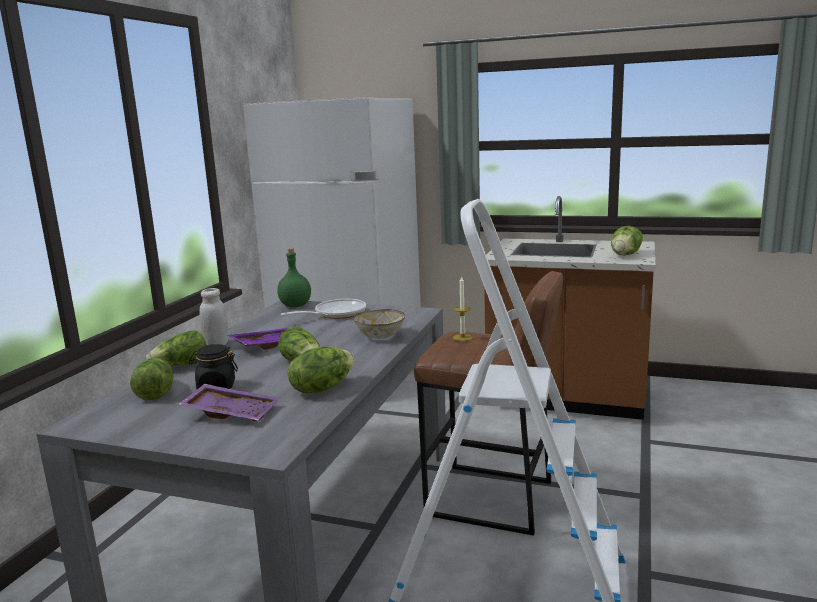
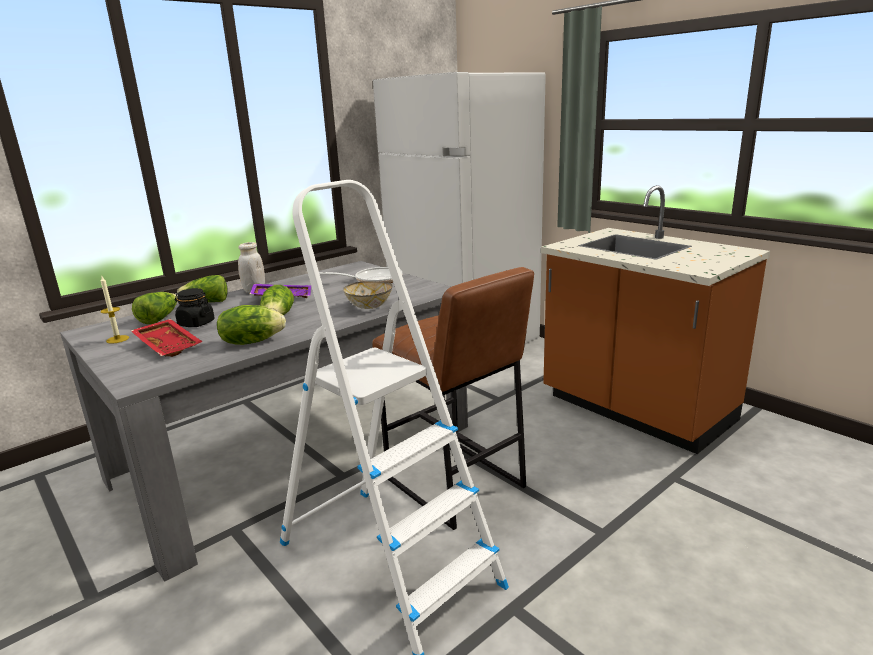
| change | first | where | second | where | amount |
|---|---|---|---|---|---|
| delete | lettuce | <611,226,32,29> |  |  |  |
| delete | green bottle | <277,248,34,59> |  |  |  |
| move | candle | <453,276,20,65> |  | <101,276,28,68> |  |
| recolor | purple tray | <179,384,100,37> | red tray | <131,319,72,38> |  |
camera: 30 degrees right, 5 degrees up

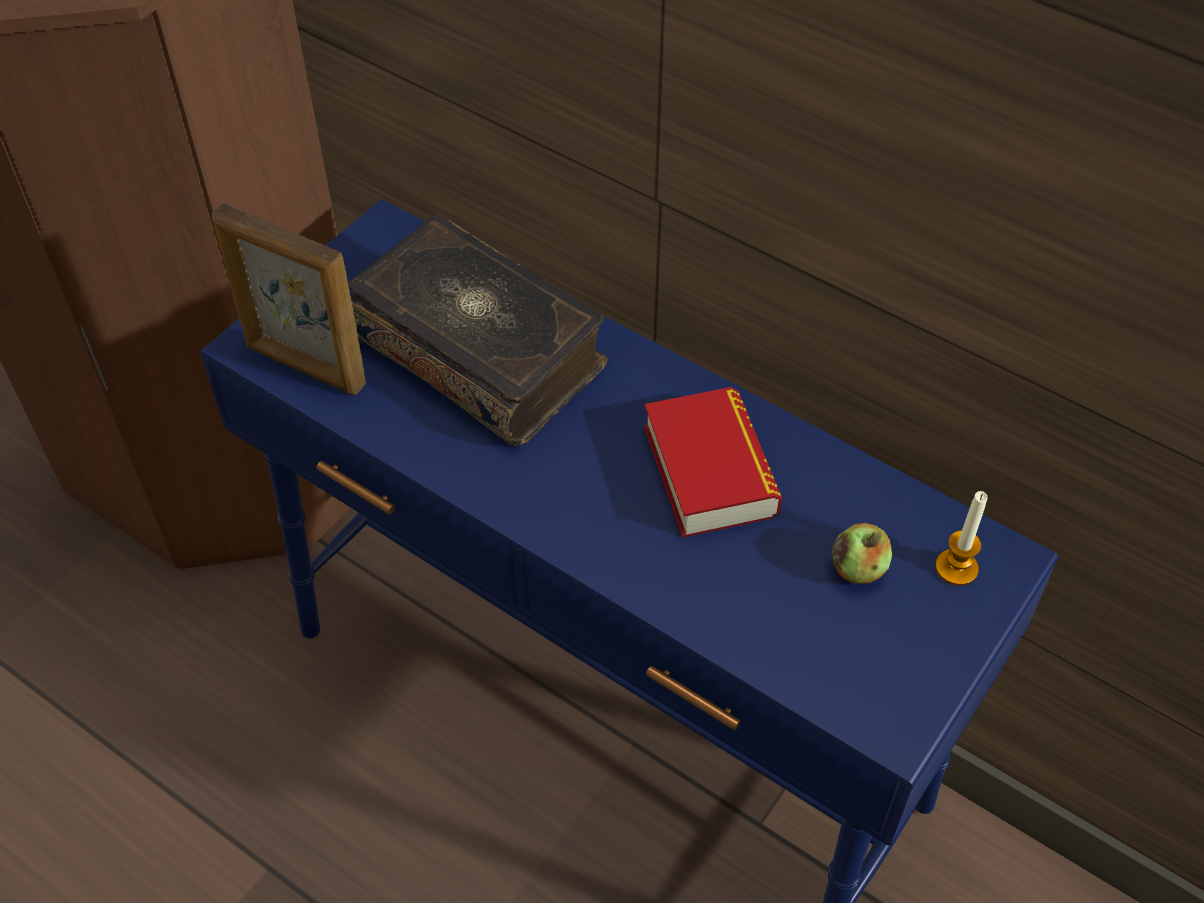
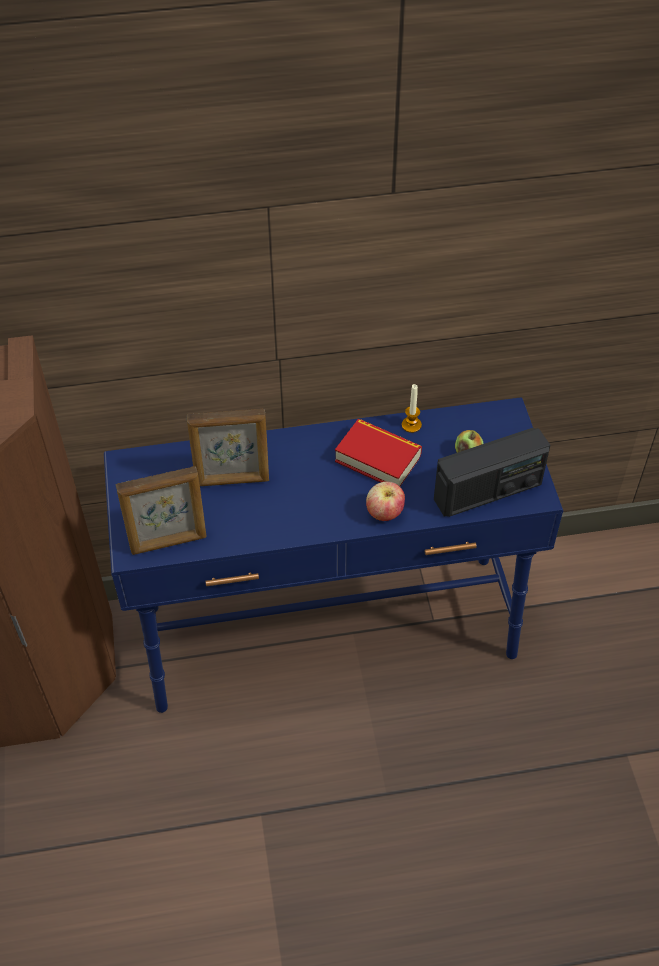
| change | first | where | second | where | amount |
|---|---|---|---|---|---|
| replace | book | <348,214,260,232> | picture frame | <187,409,82,77> |  |
| move | candle | <935,491,53,95> |  | <402,384,20,49> |  |
| insert |  |  | radio | <434,428,116,89> |  |
| insert |  |  | apple | <366,481,39,40> |  |
camera: 45 degrees left, 0 degrees up

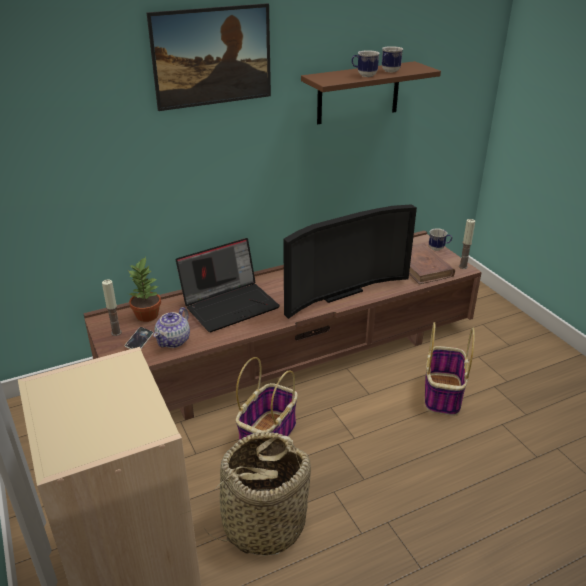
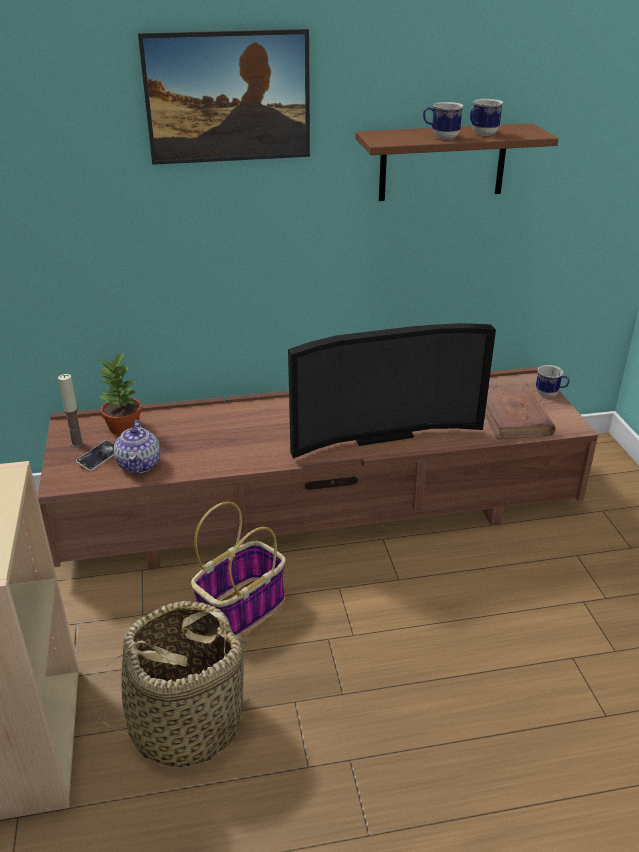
| change | first | where | second | where | amount |
|---|---|---|---|---|---|
| delete | candle | <459,219,16,50> |  |  |  |
| delete | laptop | <176,238,104,94> |  |  |  |
| rotate | teapot | <153,307,37,41> |  | <114,420,46,54> | 45 degrees counterclockwise |
| delete | basket | <425,322,50,94> |  |  |  |
camera: 15 degrees right, 0 degrees up

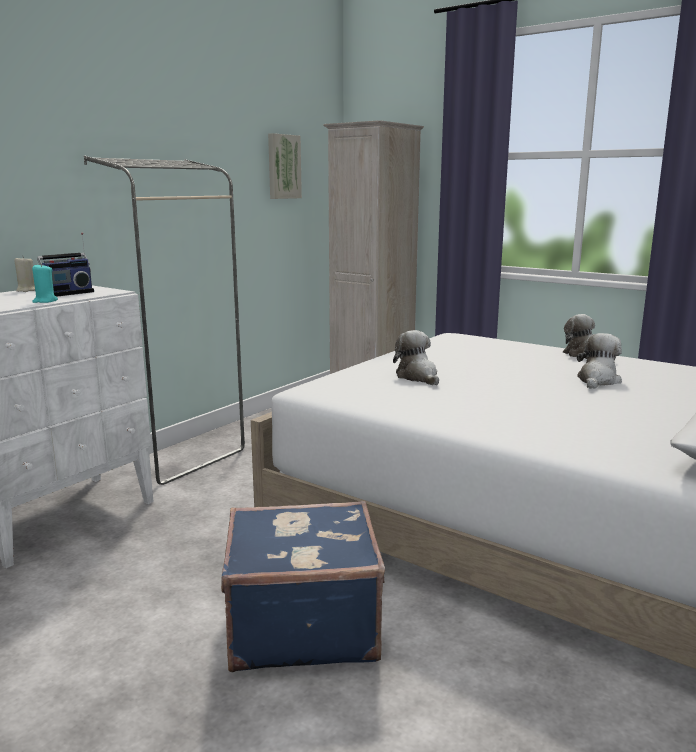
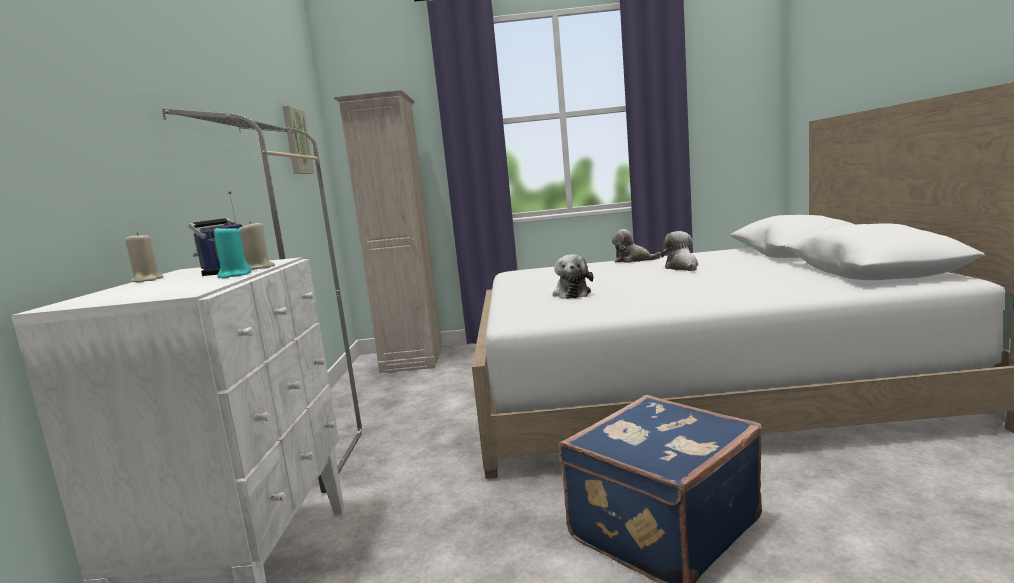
| change | first | where | second | where | amount |
|---|---|---|---|---|---|
| rotate | plush toy | <393,330,46,55> |  | <553,254,41,45> | 120 degrees counterclockwise |
| insert |  |  | beige candle | <239,221,36,49> |  |
camera: 35 degrees left, 5 degrees down

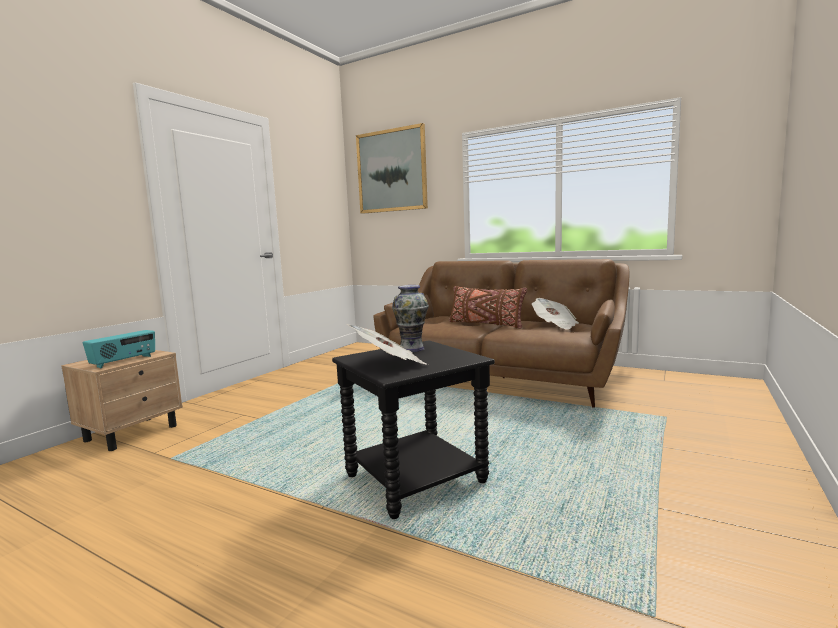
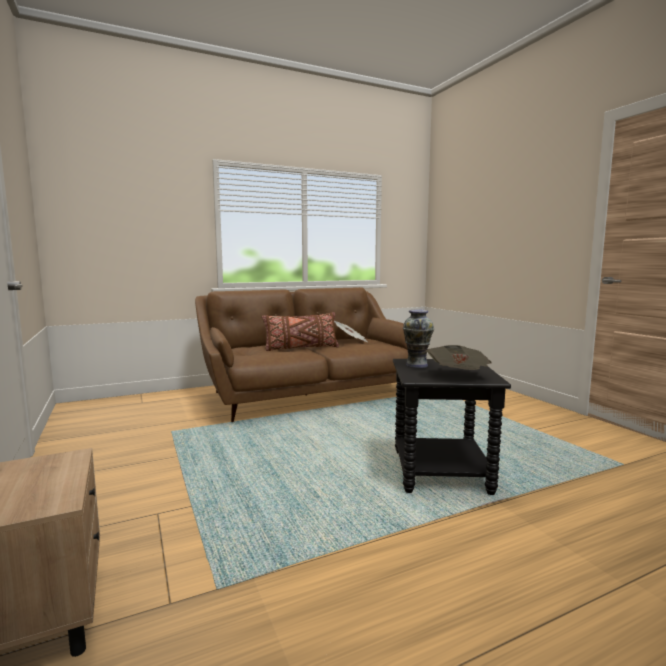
| change | first | where | second | where | amount |
|---|---|---|---|---|---|
| delete | picture | <356,123,72,91> |  |  |  |
| delete | radio | <83,330,72,38> |  |  |  |
camera: 55 degrees left, 0 degrees up

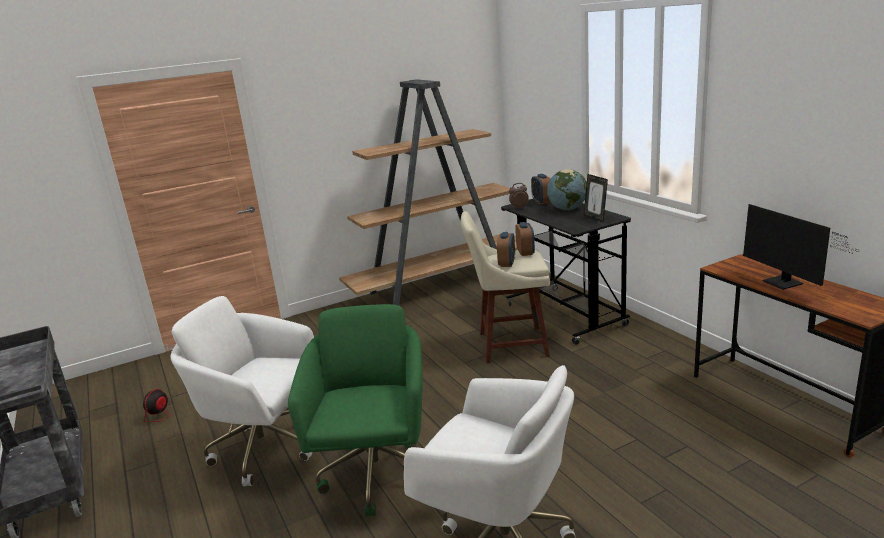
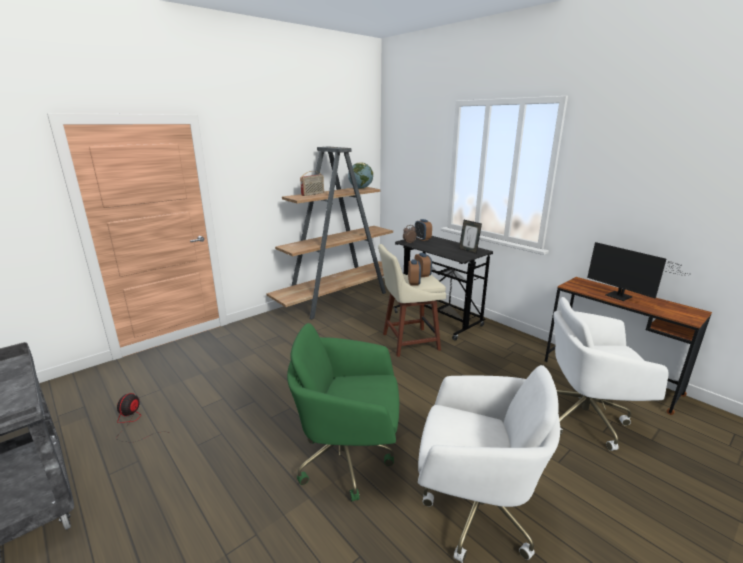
| change | first | where | second | where | amount |
|---|---|---|---|---|---|
| move | globe | <547,169,40,41> |  | <348,162,25,27> |  |
| move | white office chair | <171,296,143,190> |  | <553,297,115,154> |  |
| rotate | green office chair | <288,304,135,212> |  | <287,323,112,178> | 75 degrees counterclockwise |
| insert |  |  | radio | <300,171,24,25> |  |
camera: 15 degrees left, 0 degrees up

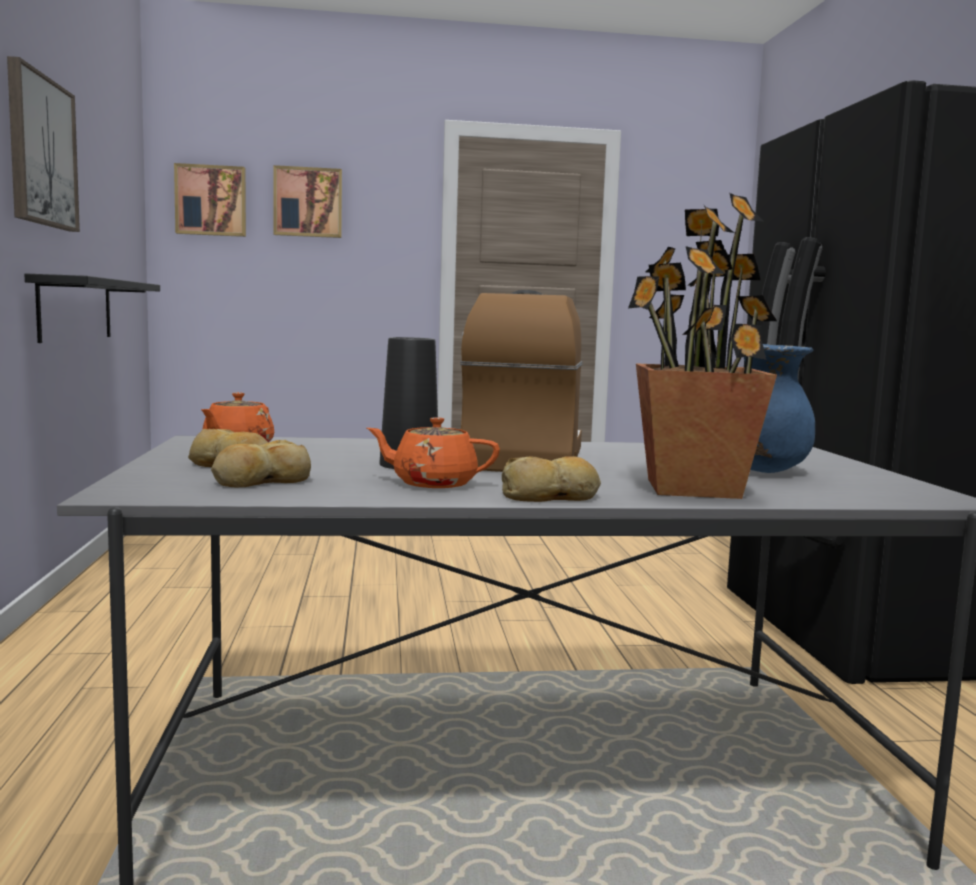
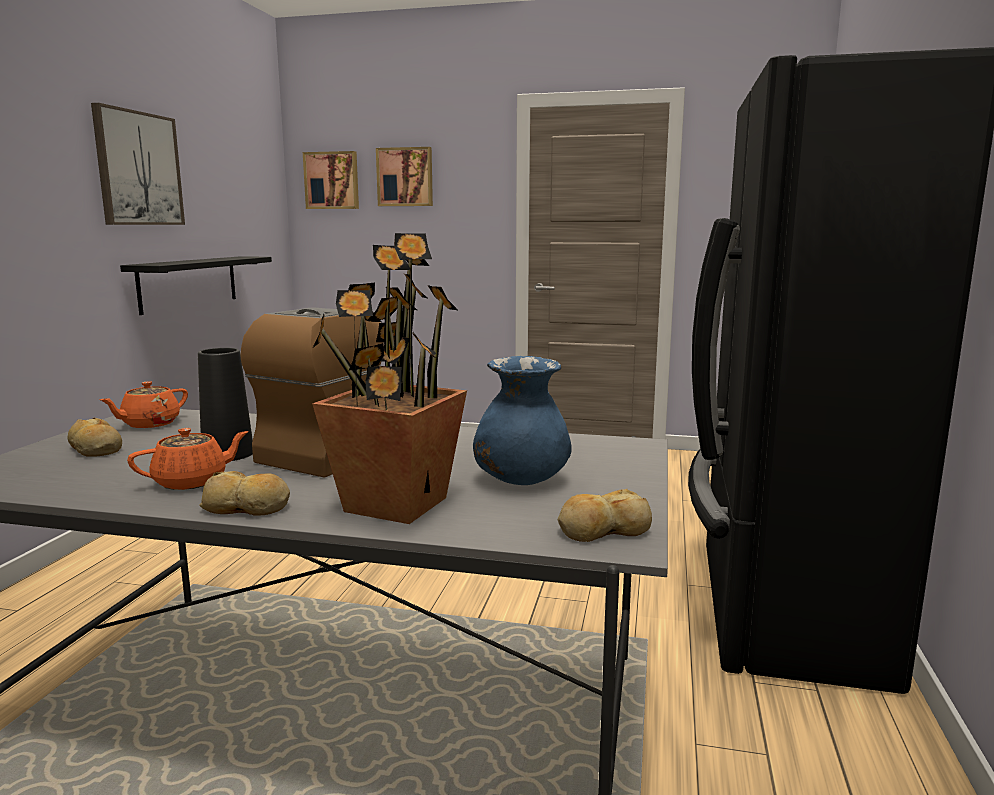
| change | first | where | second | where | amount |
|---|---|---|---|---|---|
| rotate | orange teapot | <366,417,134,71> |  | <127,428,122,62> | 120 degrees clockwise |
| move | bread | <211,440,100,48> |  | <558,489,94,53> |  |
camera: 20 degrees right, 5 degrees up

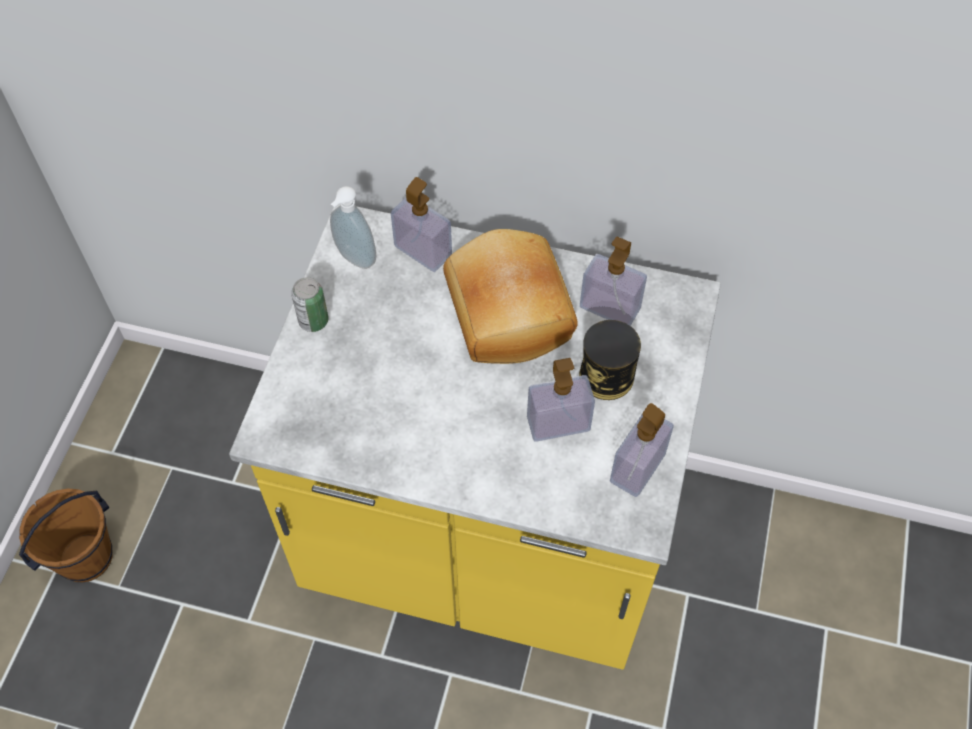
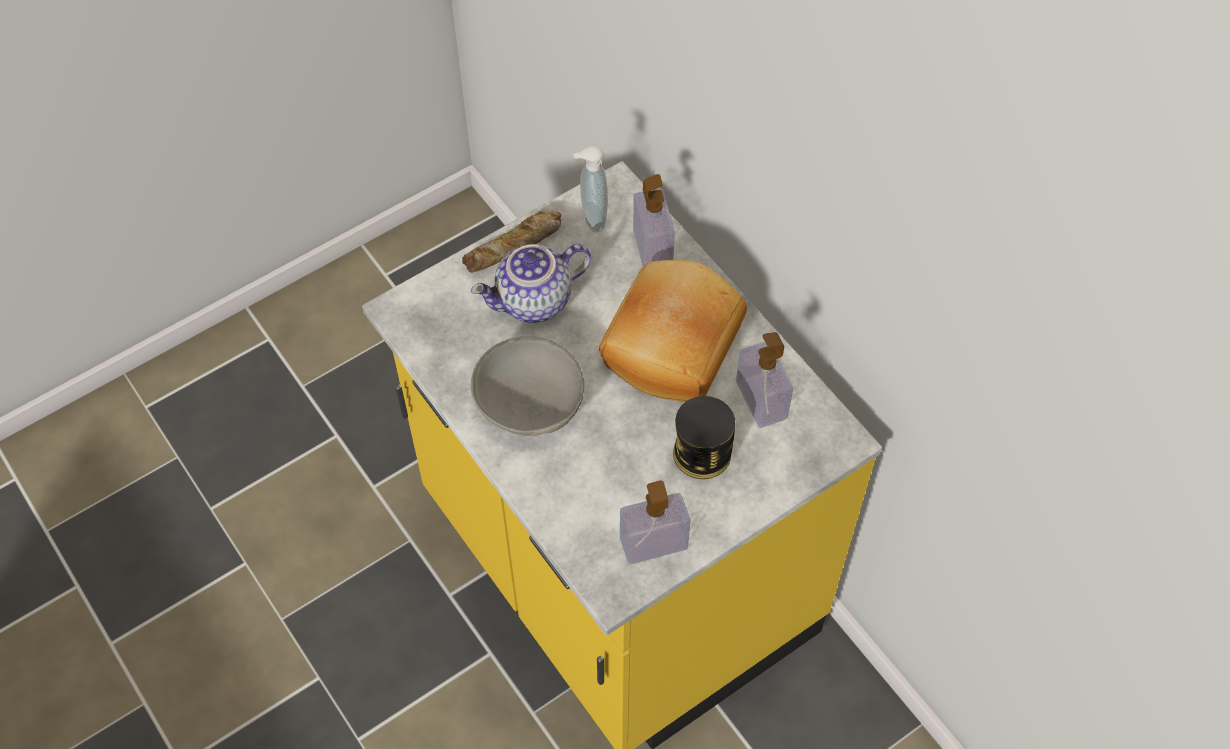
| change | first | where | second | where | amount |
|---|---|---|---|---|---|
| replace | can | <291,277,38,55> | bread | <462,210,99,62> |  |
| delete | soap dispenser | <527,358,68,83> |  |  |  |
| delete | brown bucket | <19,489,93,94> |  |  |  |
| insert |  |  | teapot | <471,244,120,78> |  |
| insert |  |  | grey bowl | <471,336,113,100> |  |
camera: 40 degrees right, 0 degrees up

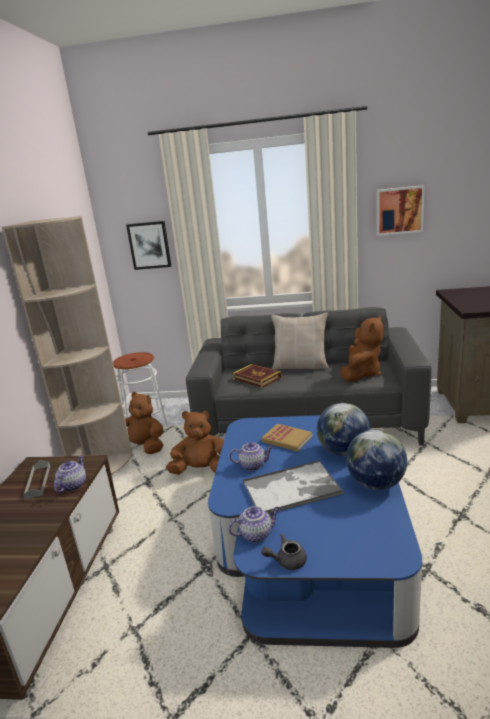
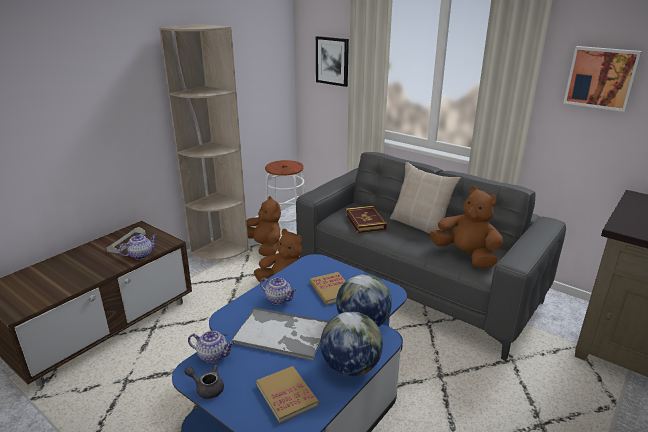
| change | first | where | second | where | amount |
|---|---|---|---|---|---|
| rotate | brown plush toy | <340,316,44,66> |  | <430,186,73,82> | 105 degrees counterclockwise |
| insert |  |  | book | <256,366,63,57> |  |
camera: 30 degrees right, 5 degrees up

